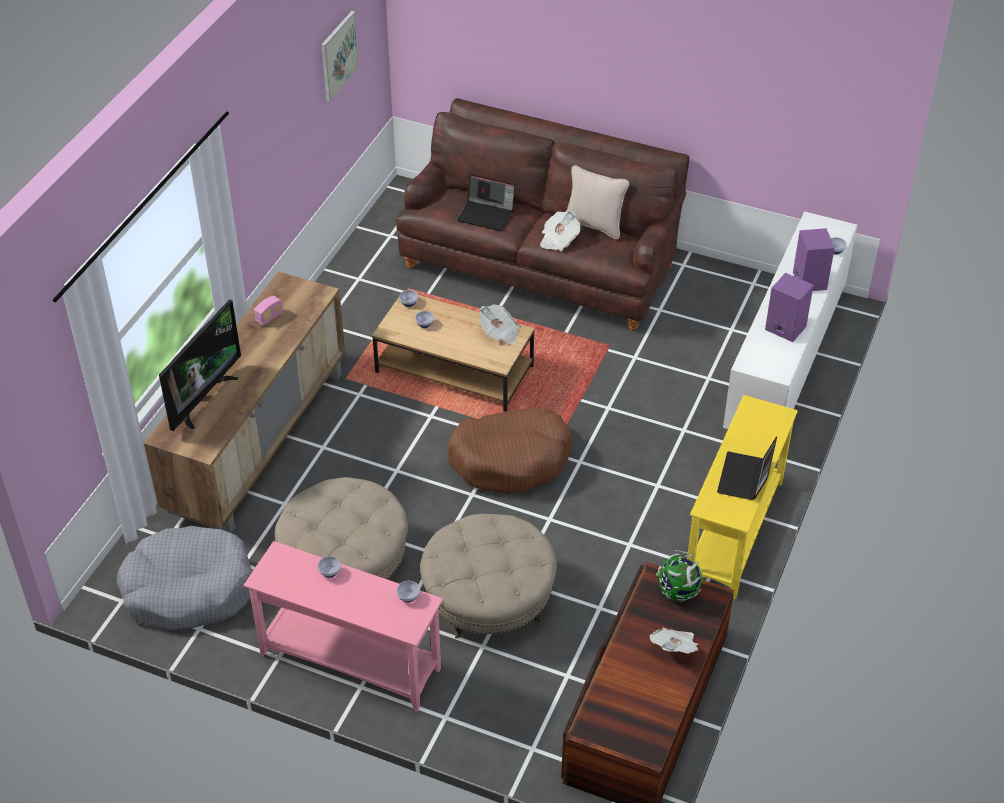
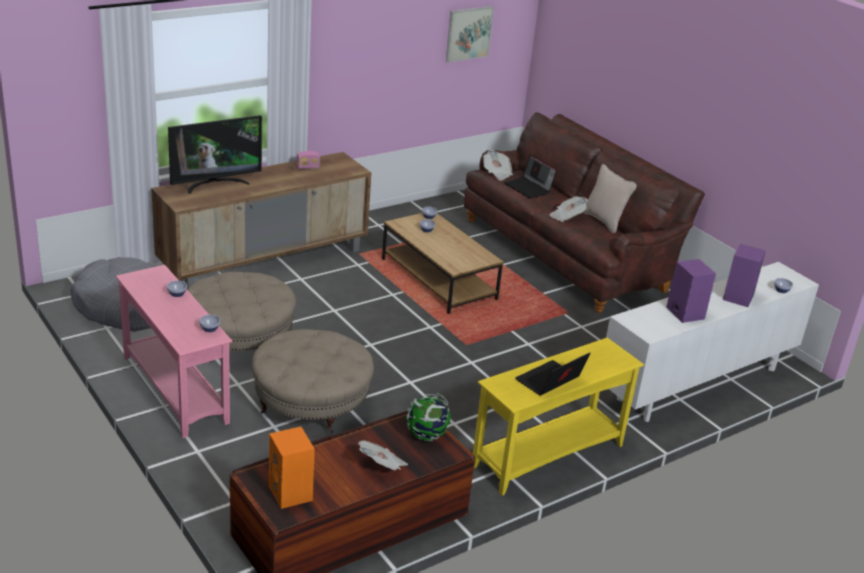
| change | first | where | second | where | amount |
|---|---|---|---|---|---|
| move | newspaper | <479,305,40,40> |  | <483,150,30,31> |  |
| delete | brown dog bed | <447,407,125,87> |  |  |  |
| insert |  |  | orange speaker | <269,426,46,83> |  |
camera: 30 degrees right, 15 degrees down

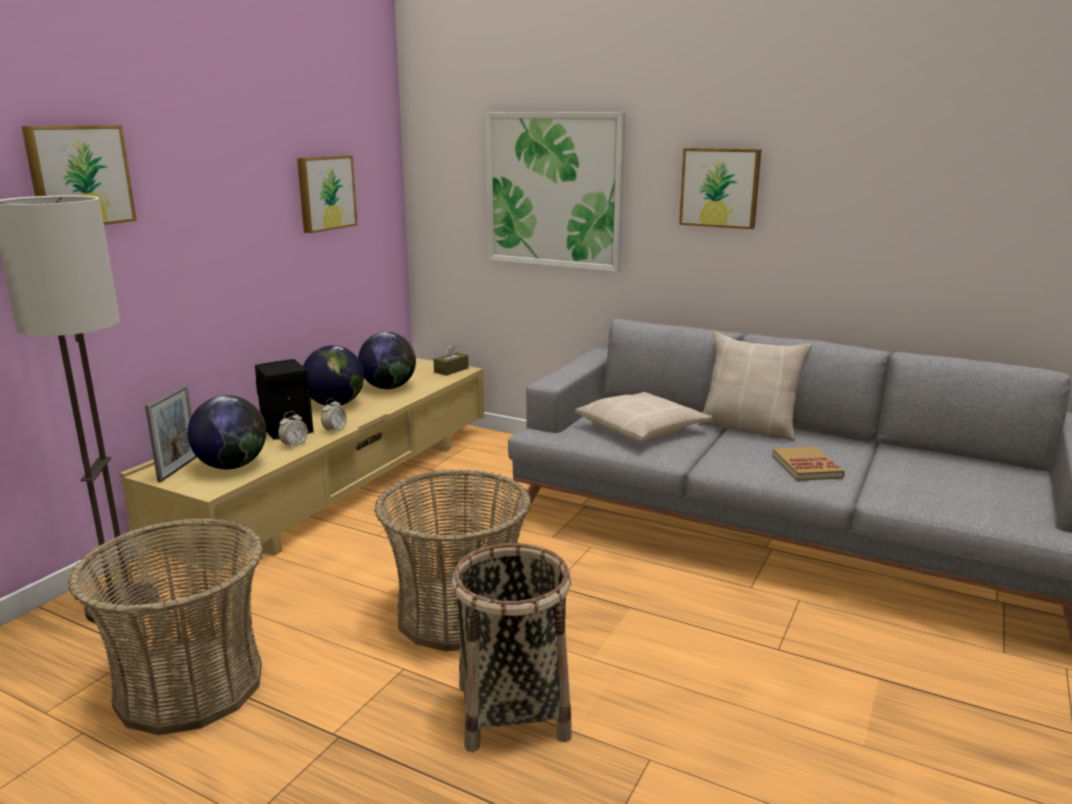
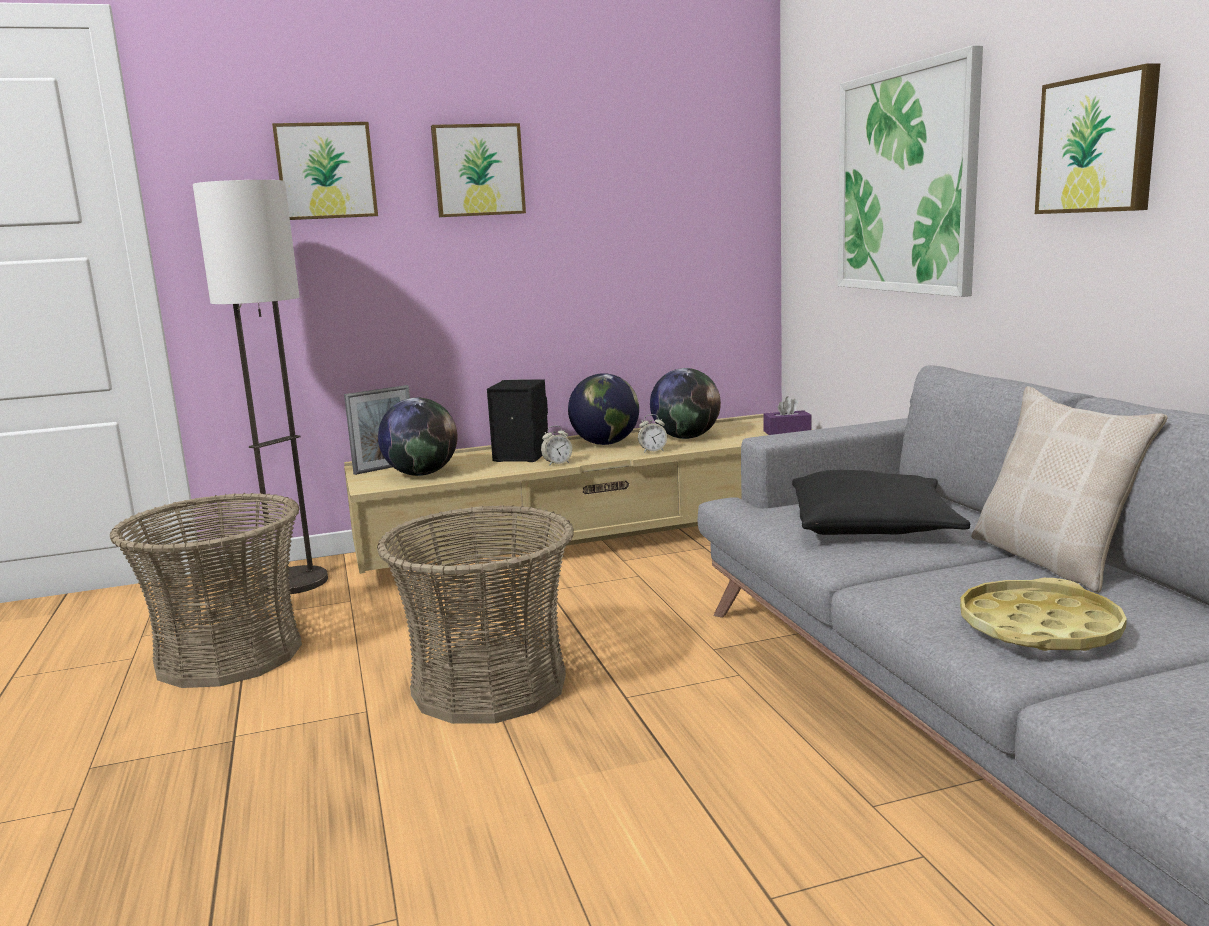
| change | first | where | second | where | amount |
|---|---|---|---|---|---|
| move | picture | <297,155,60,78> |  | <431,123,95,94> |  |
| recolor | brown tissue box | <434,344,35,32> | purple tissue box | <763,396,48,39> |  |
| recolor | beige pillow | <575,392,137,50> | black pillow | <792,470,178,65> |  |
| move | alarm clock | <278,411,30,36> |  | <638,414,29,39> |  |
| replace | book | <772,447,73,34> | yellow tray | <960,578,167,73> |  |
| delete | basket | <452,543,120,209> |  |  |  |
camera: 45 degrees right, 5 degrees down

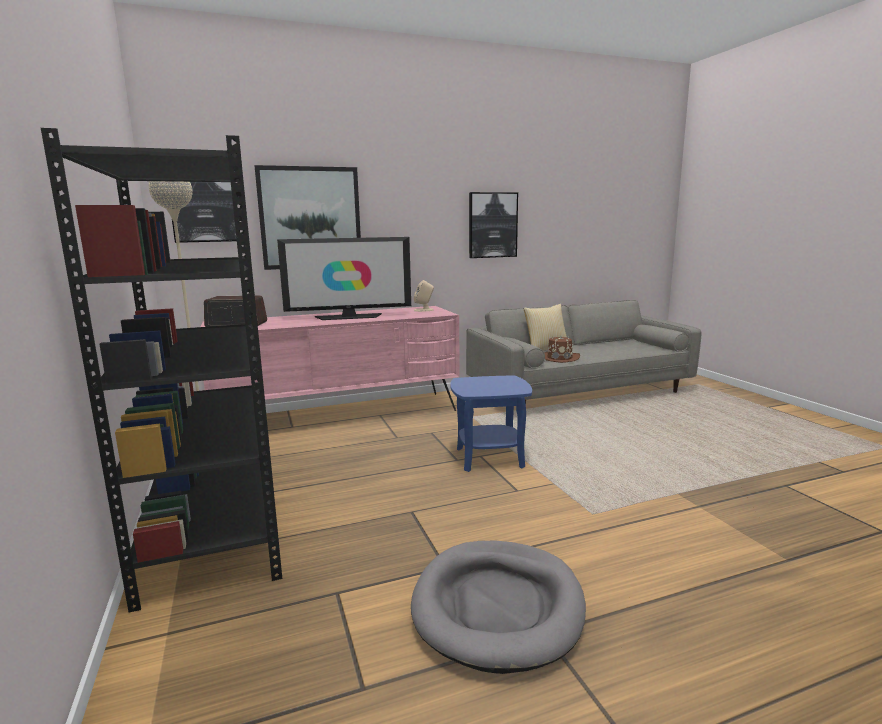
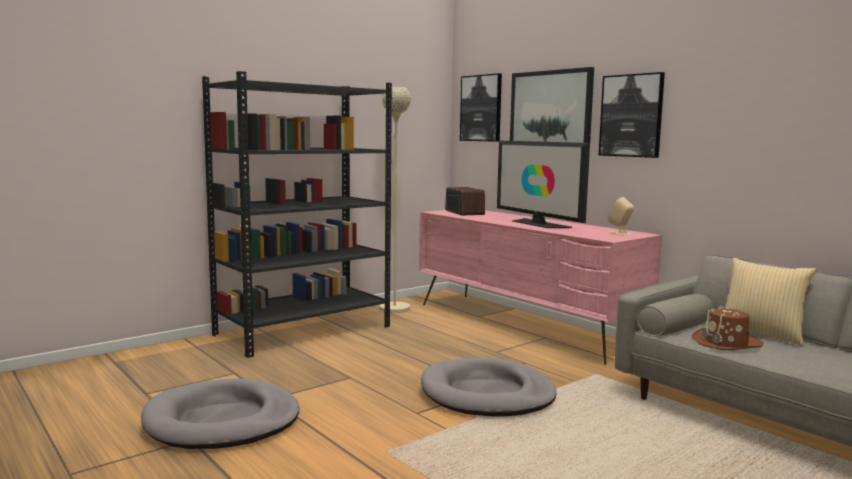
| change | first | where | second | where | amount |
|---|---|---|---|---|---|
| move | picture | <469,192,49,66> |  | <599,72,66,86> |  |
| replace | blue side table | <450,376,82,96> | grey dog bed | <421,358,136,59> |  |
camera: 70 degrees right, 5 degrees down

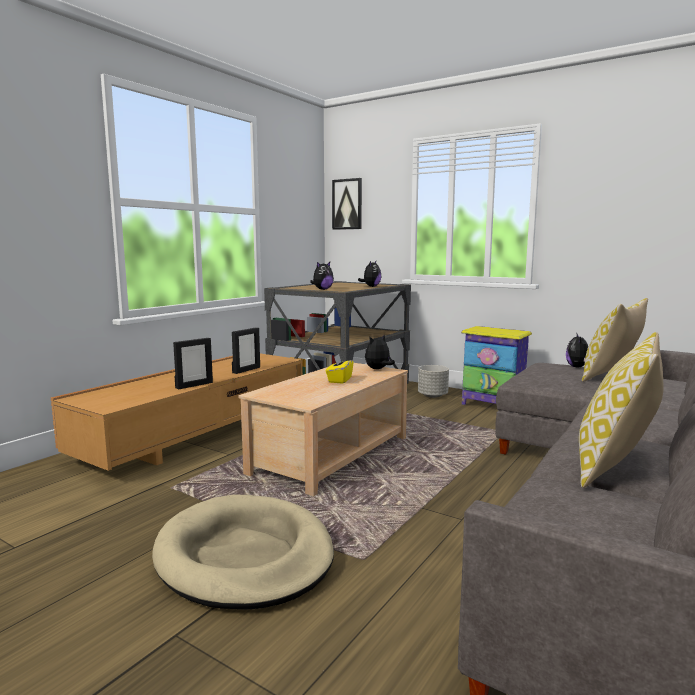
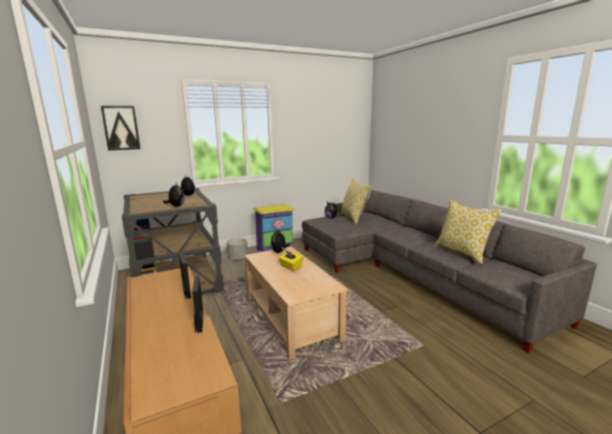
| change | first | where | second | where | amount |
|---|---|---|---|---|---|
| delete | beige dog bed | <152,495,182,115> |  |  |  |
camera: 60 degrees left, 5 degrees up

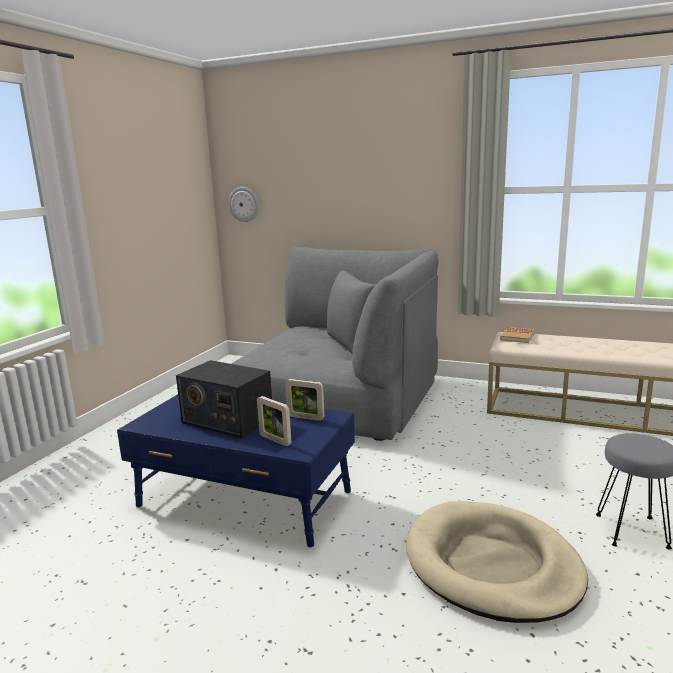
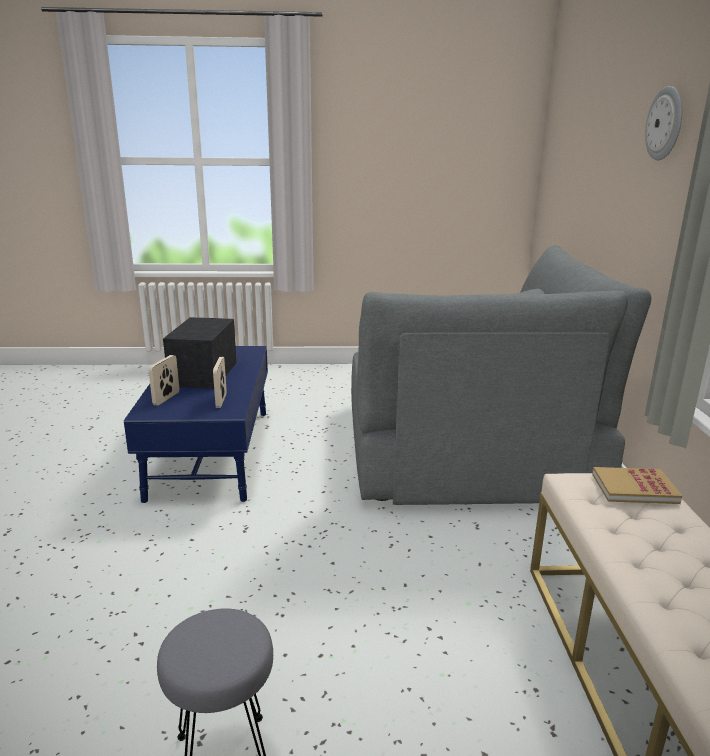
| change | first | where | second | where | amount |
|---|---|---|---|---|---|
| move | wall clock | <229,187,30,35> |  | <645,86,37,74> |  |
| delete | beige dog bed | <406,501,182,122> |  |  |  |
camera: 65 degrees right, 5 degrees up

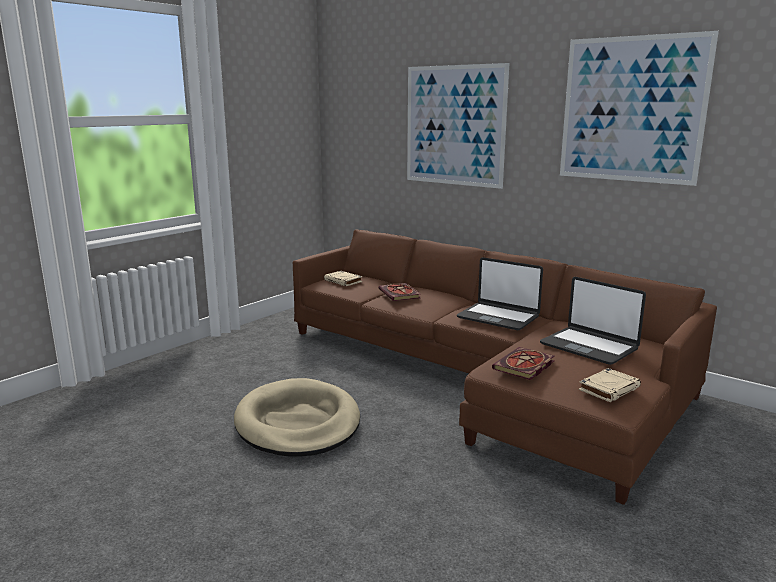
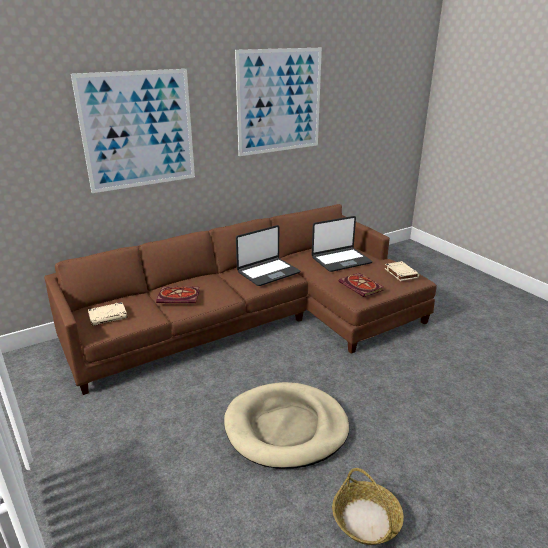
| change | first | where | second | where | amount |
|---|---|---|---|---|---|
| insert |  |  | basket | <332,468,72,77> |  |
camera: 70 degrees left, 10 degrees up

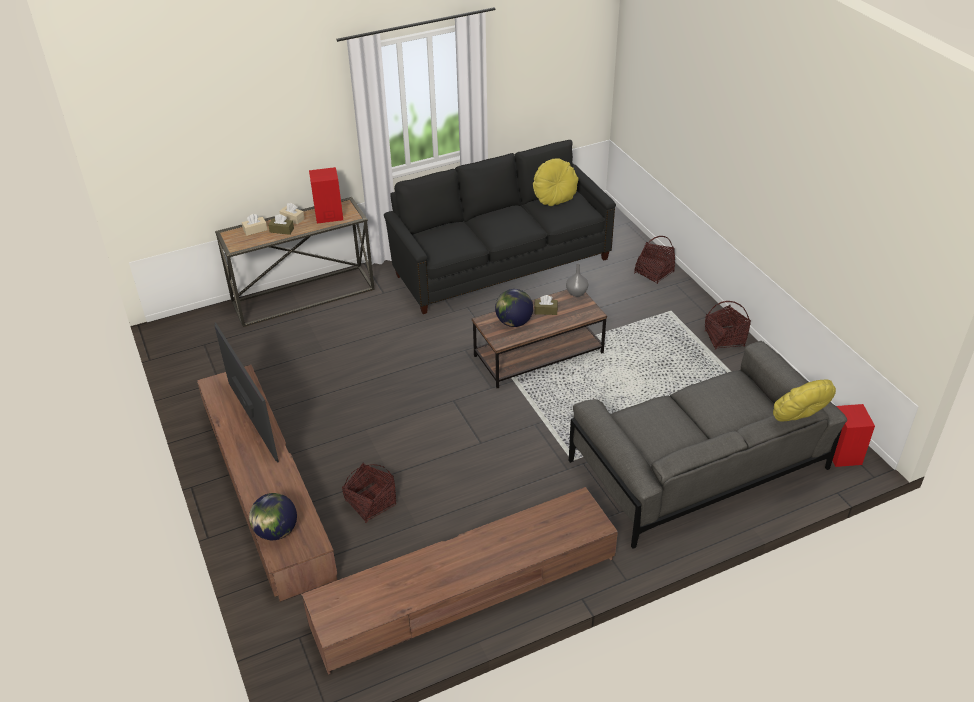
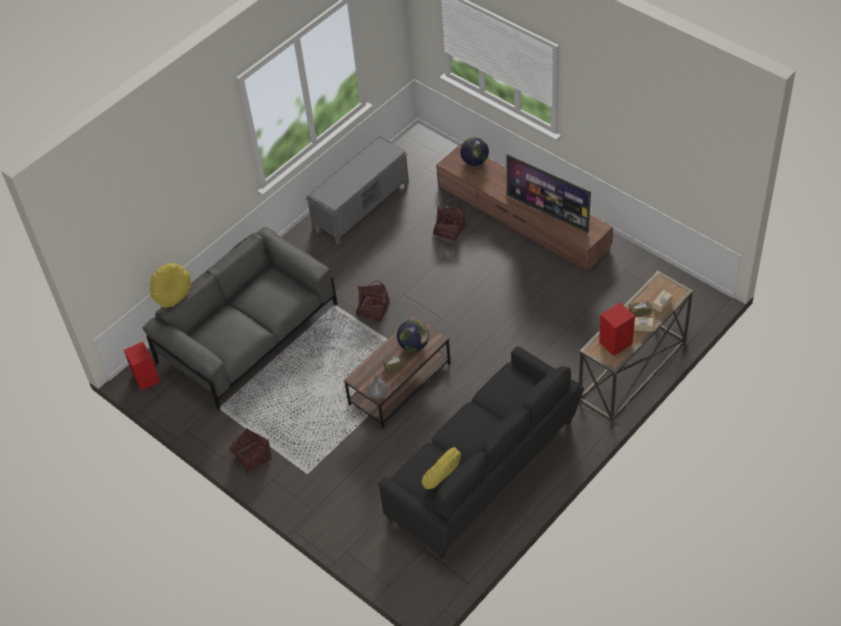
| change | first | where | second | where | amount |
|---|---|---|---|---|---|
| move | basket | <634,236,41,48> |  | <356,281,34,41> |  |
| replace | brown tv stand | <301,487,317,188> | grey bench | <306,135,103,109> |  |
camera: 160 degrees right, 10 degrees up

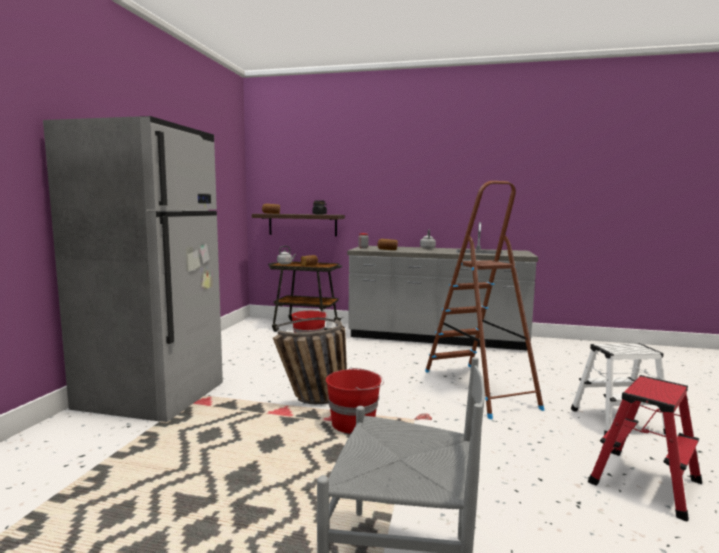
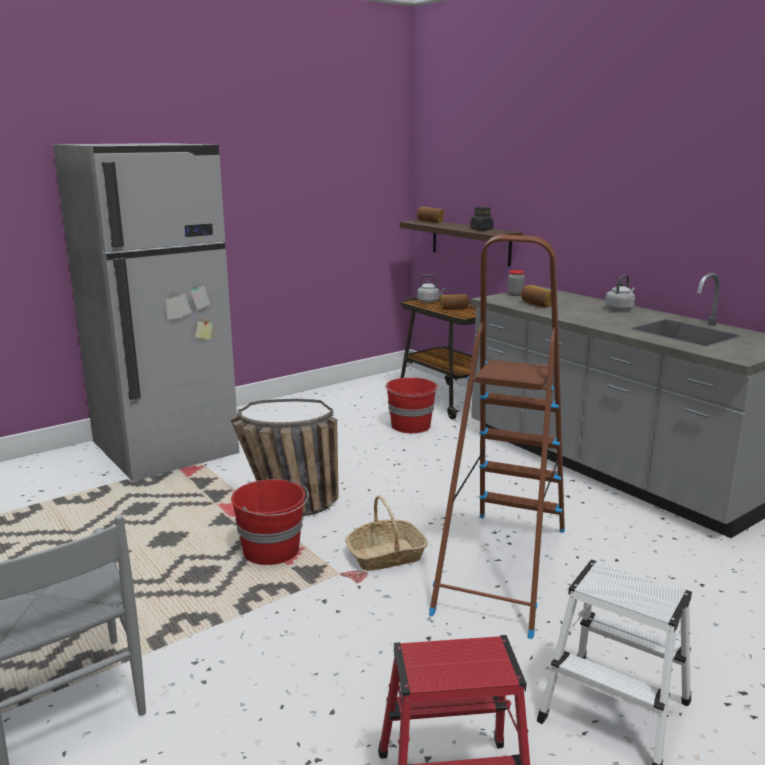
| change | first | where | second | where | amount |
|---|---|---|---|---|---|
| insert |  |  | basket | <345,495,83,76> |  |
camera: 40 degrees right, 10 degrees up

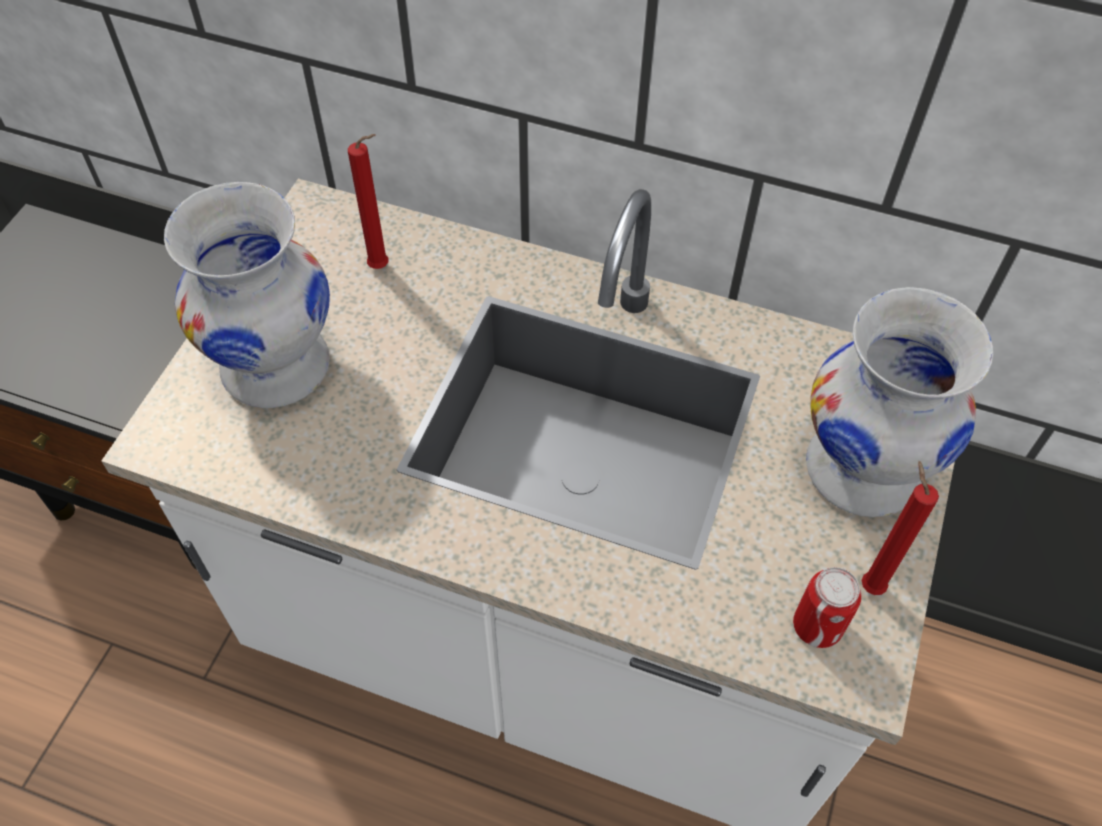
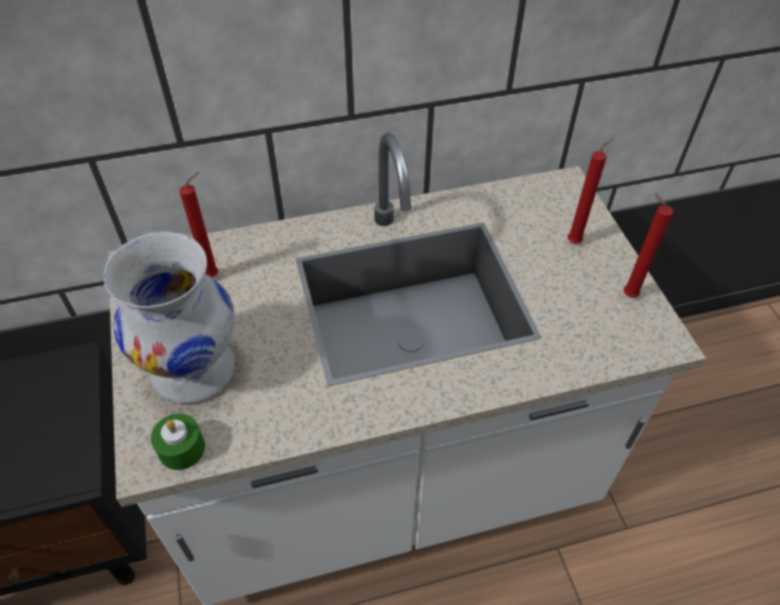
| change | first | where | second | where | amount |
|---|---|---|---|---|---|
| replace | white vase | <806,287,187,230> | red candle | <568,138,45,106> |  |
| delete | can | <793,567,68,81> |  |  |  |
| insert |  |  | green candle | <151,414,54,56> |  |
camera: 35 degrees left, 5 degrees down

